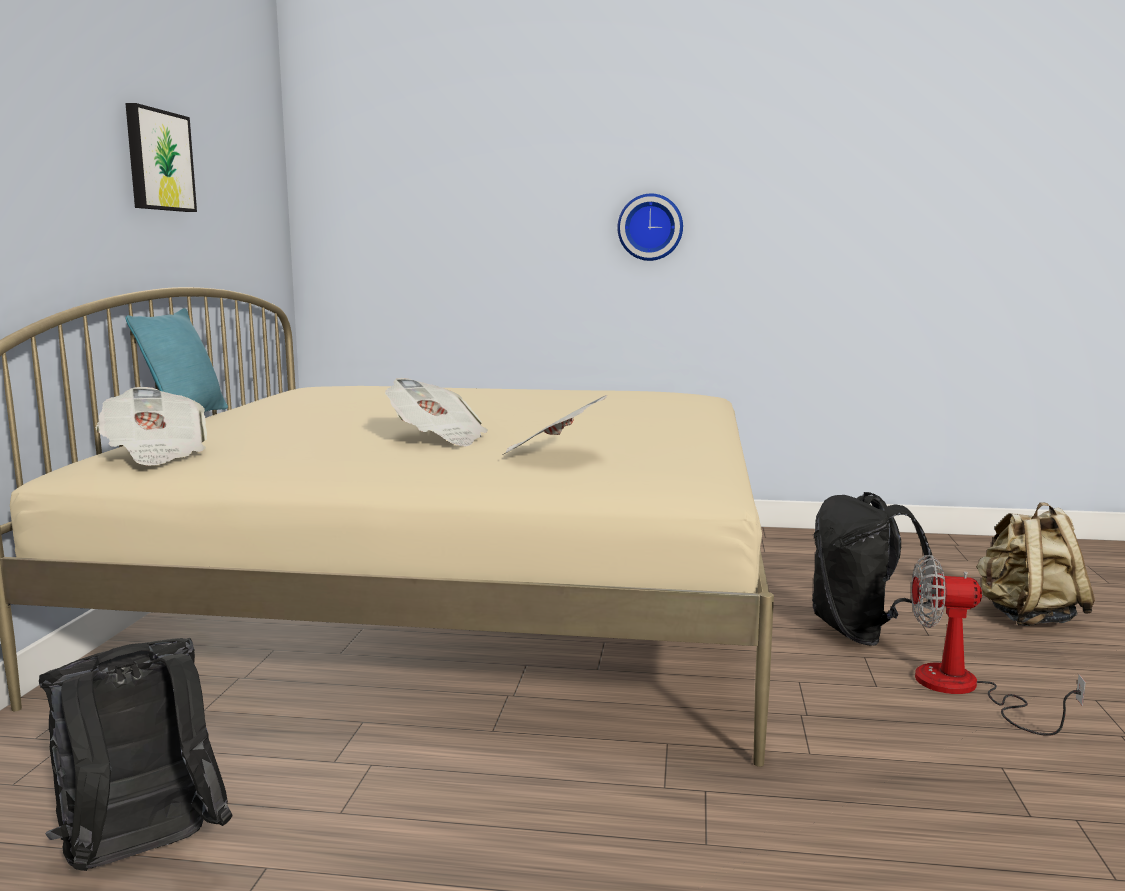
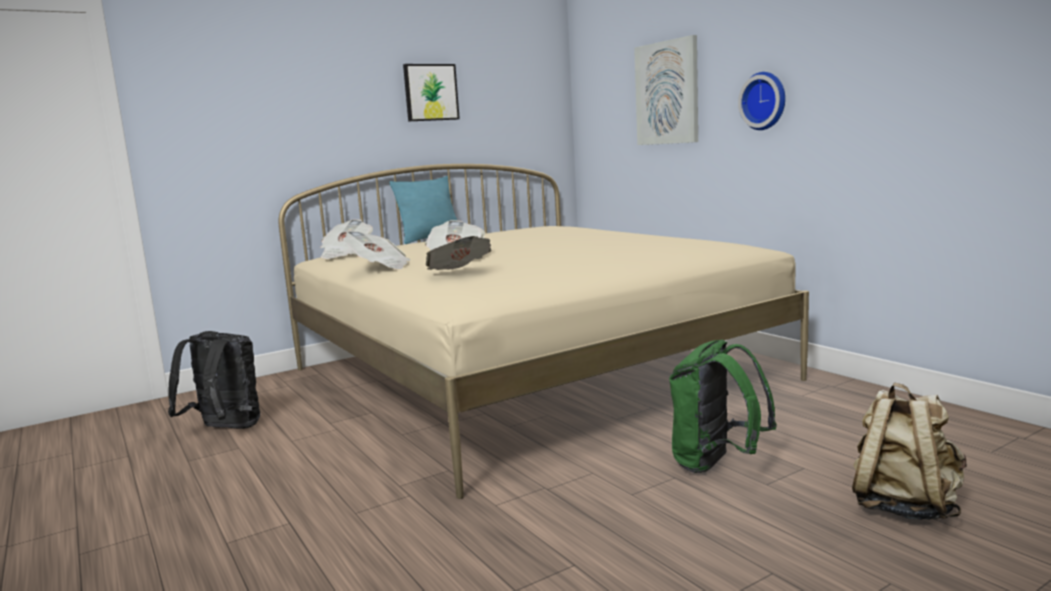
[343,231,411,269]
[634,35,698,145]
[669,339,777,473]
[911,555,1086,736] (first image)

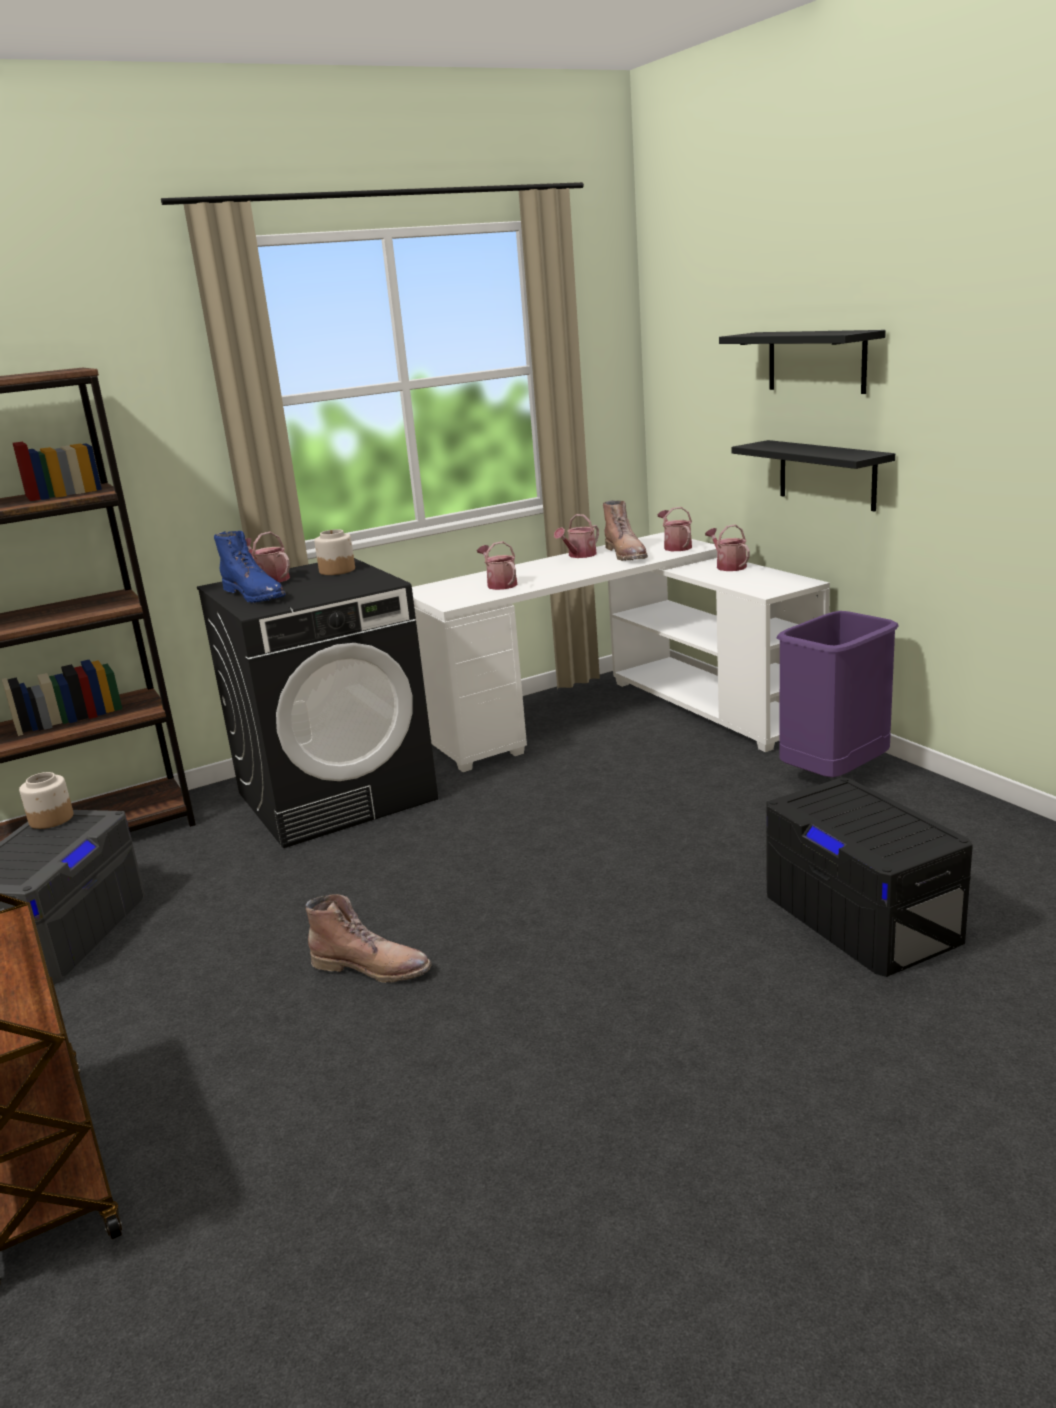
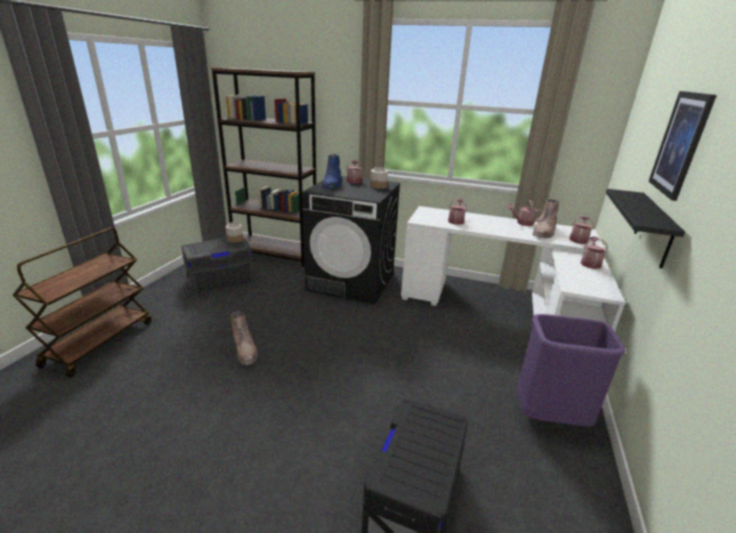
[648,91,717,201]

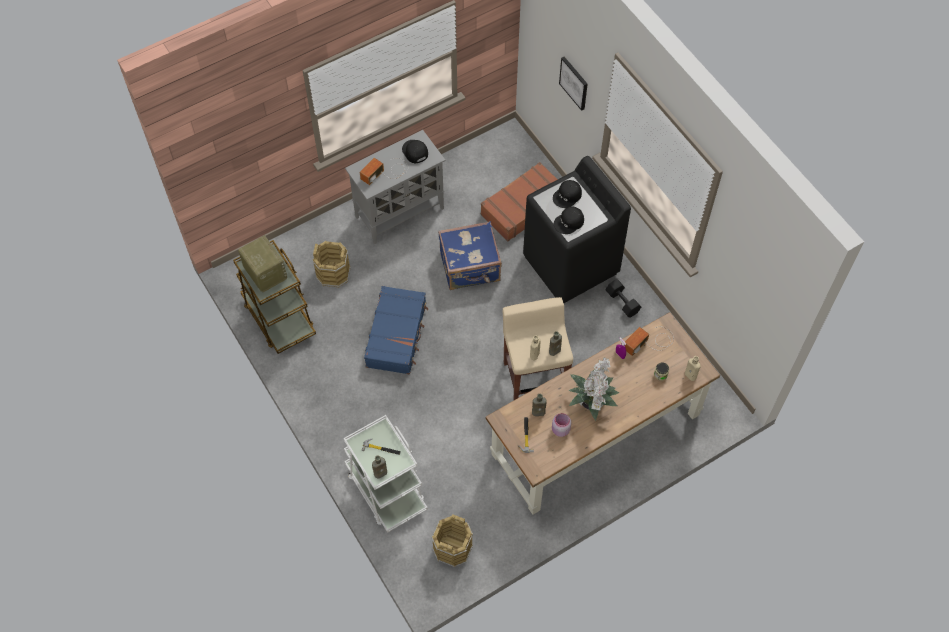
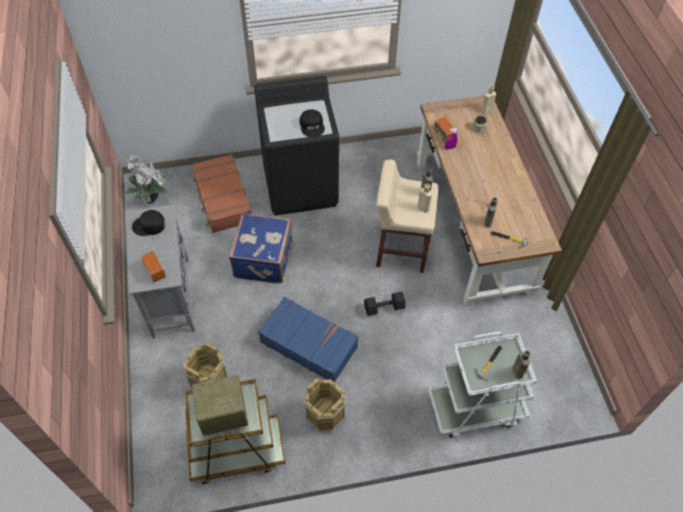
[121,156,169,206]
[304,378,346,432]
[364,292,406,316]
[552,413,571,437] (first image)
[553,180,582,208] (first image)
[559,57,588,111] (first image)

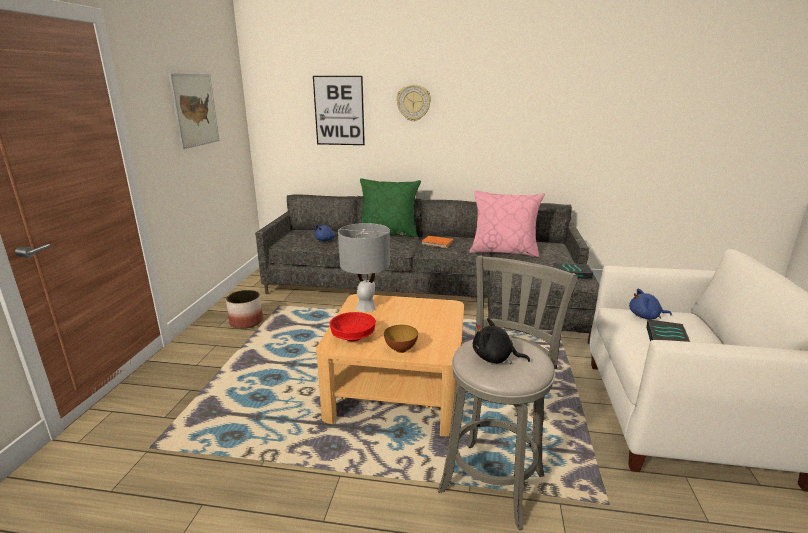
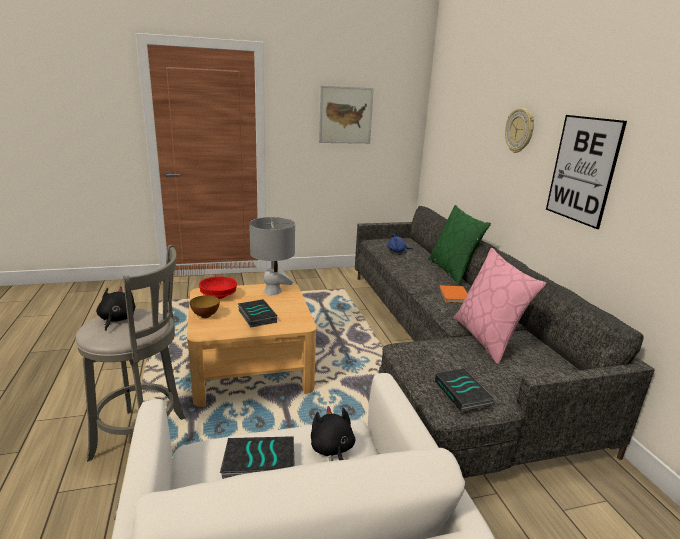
[238,299,277,327]
[311,406,355,461]
[546,115,627,229]
[226,290,263,329] (first image)

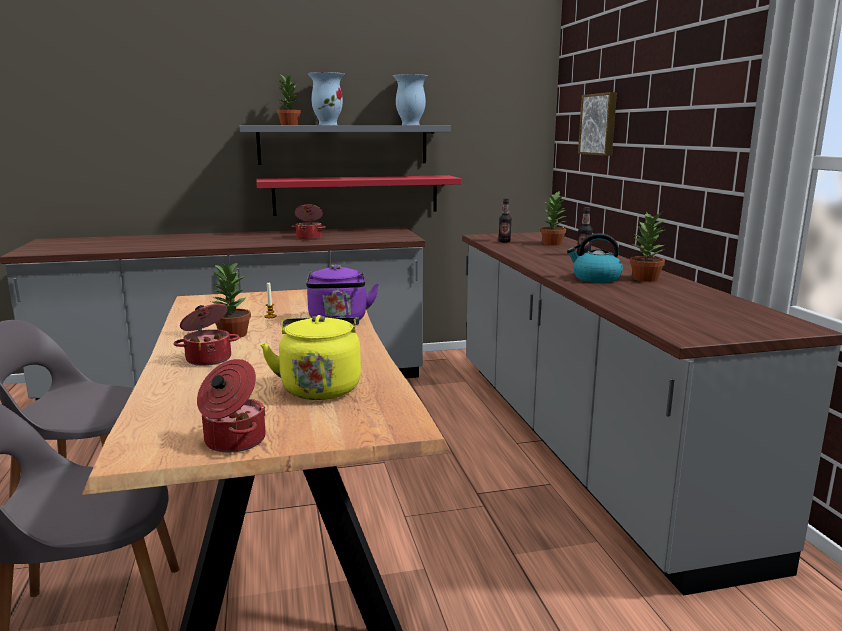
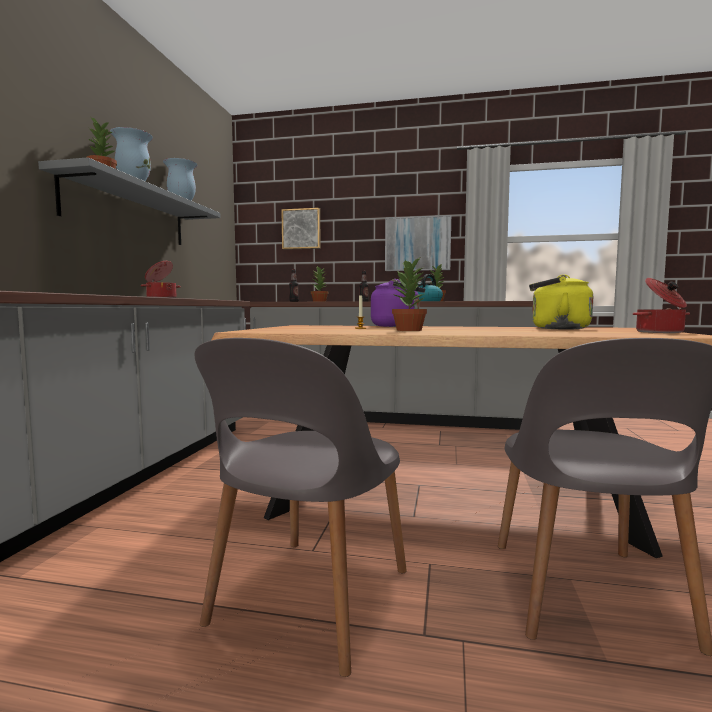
[385,215,451,271]
[174,304,240,366] (first image)
[256,175,461,216] (first image)

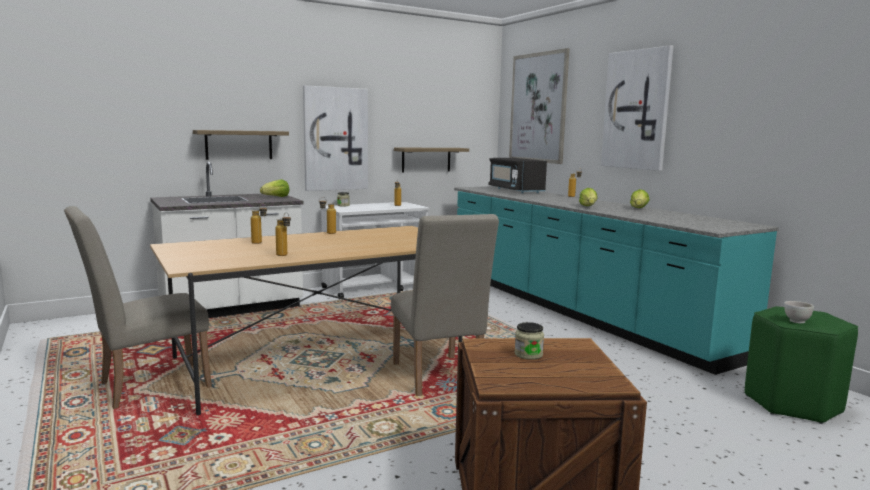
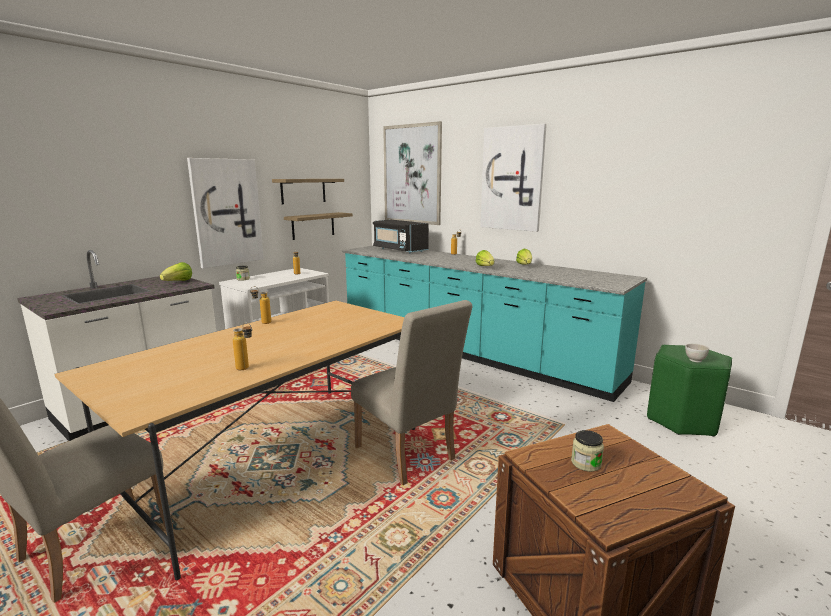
[272,179,344,204]
[251,204,267,244] (first image)

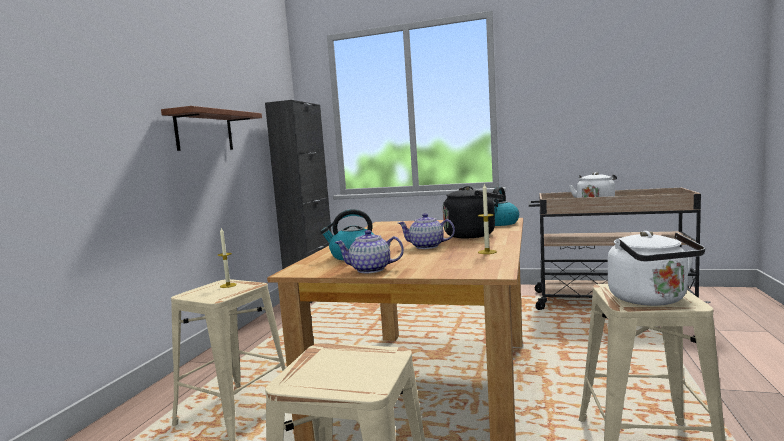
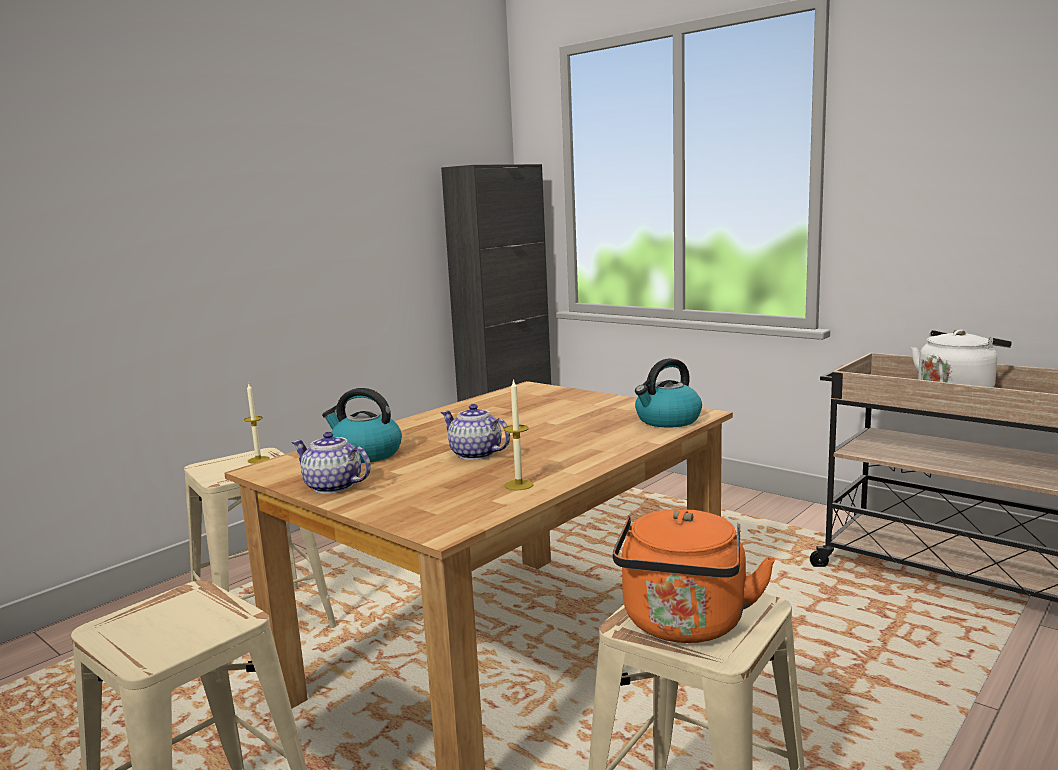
[612,509,775,643]
[161,106,262,151] (first image)
[443,186,503,238] (first image)

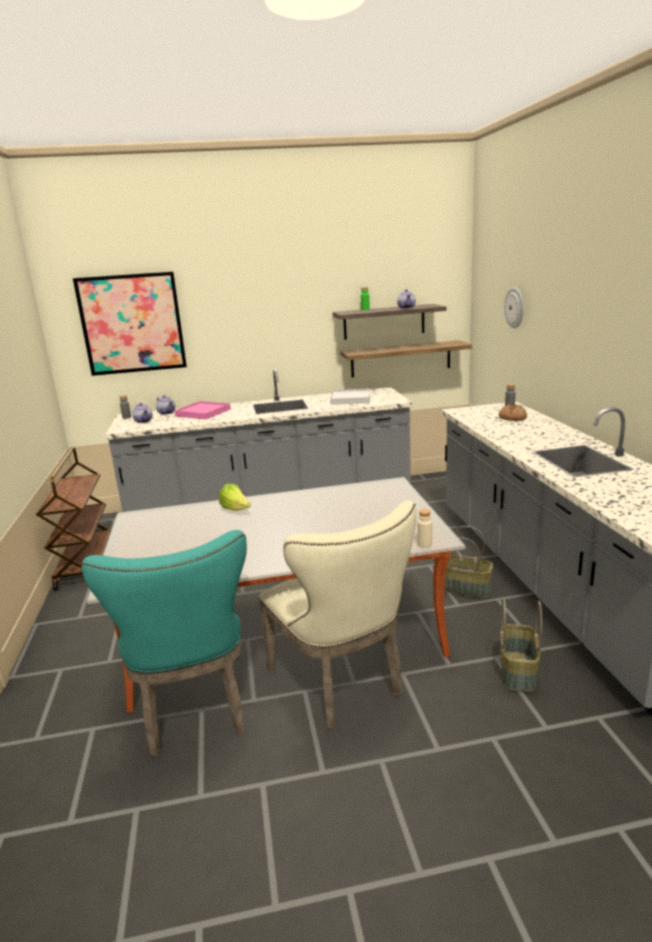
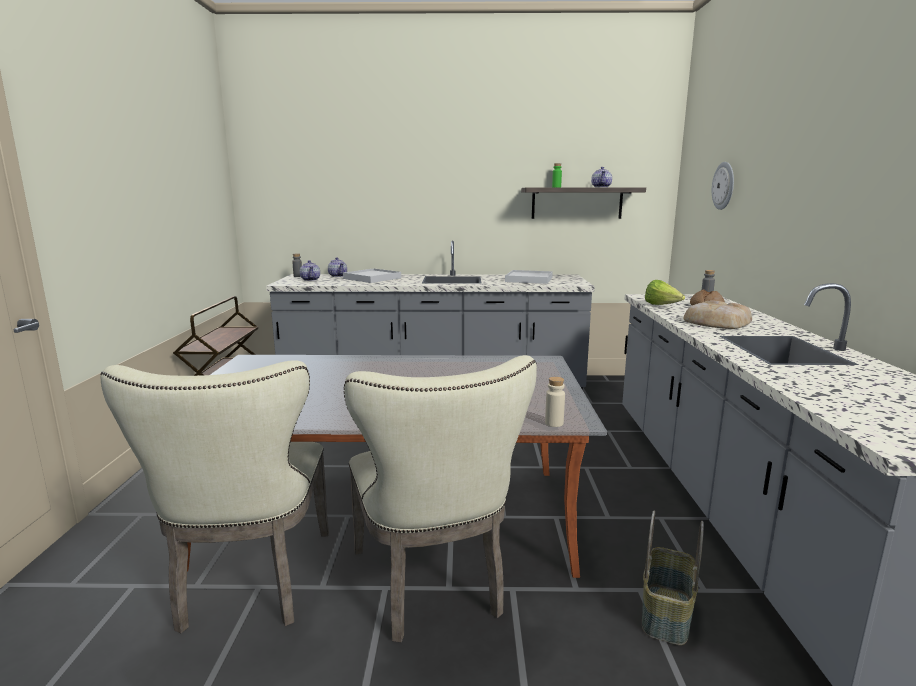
[101,360,329,633]
[343,268,401,283]
[645,280,685,305]
[683,301,752,329]
[73,271,187,376] (first image)
[340,340,472,377] (first image)
[444,526,493,598] (first image)

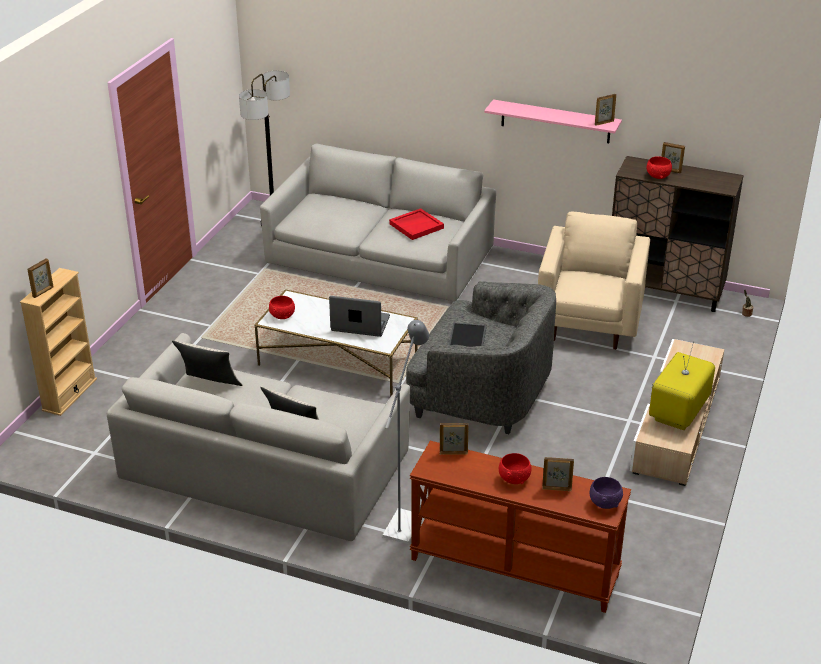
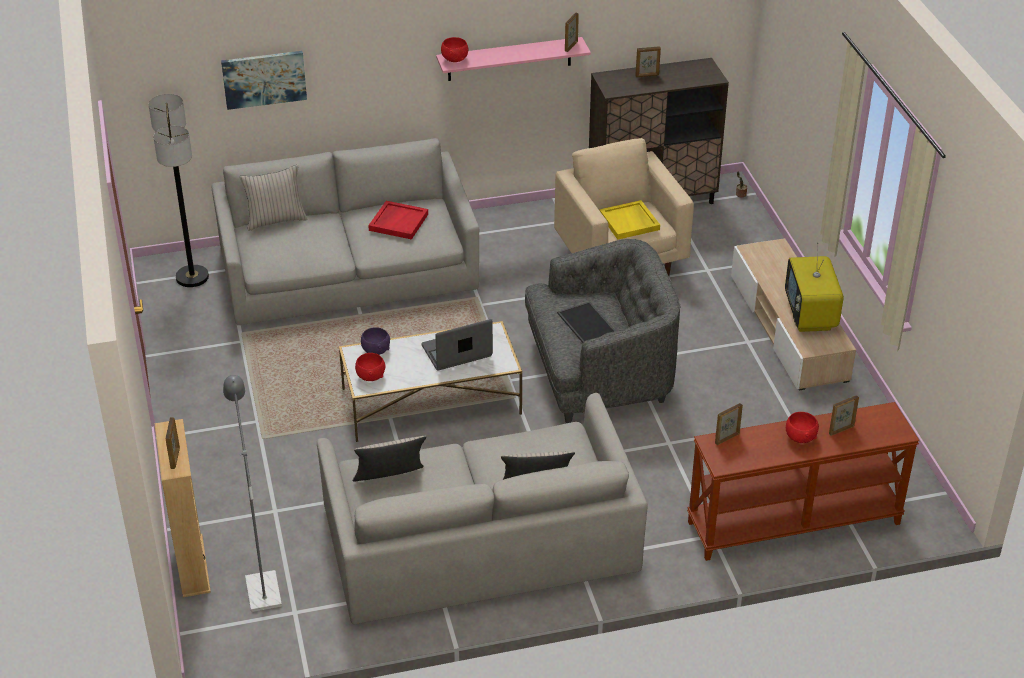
[221,51,307,110]
[223,375,282,612]
[239,165,308,231]
[361,327,390,355]
[441,37,468,62]
[599,200,660,240]

